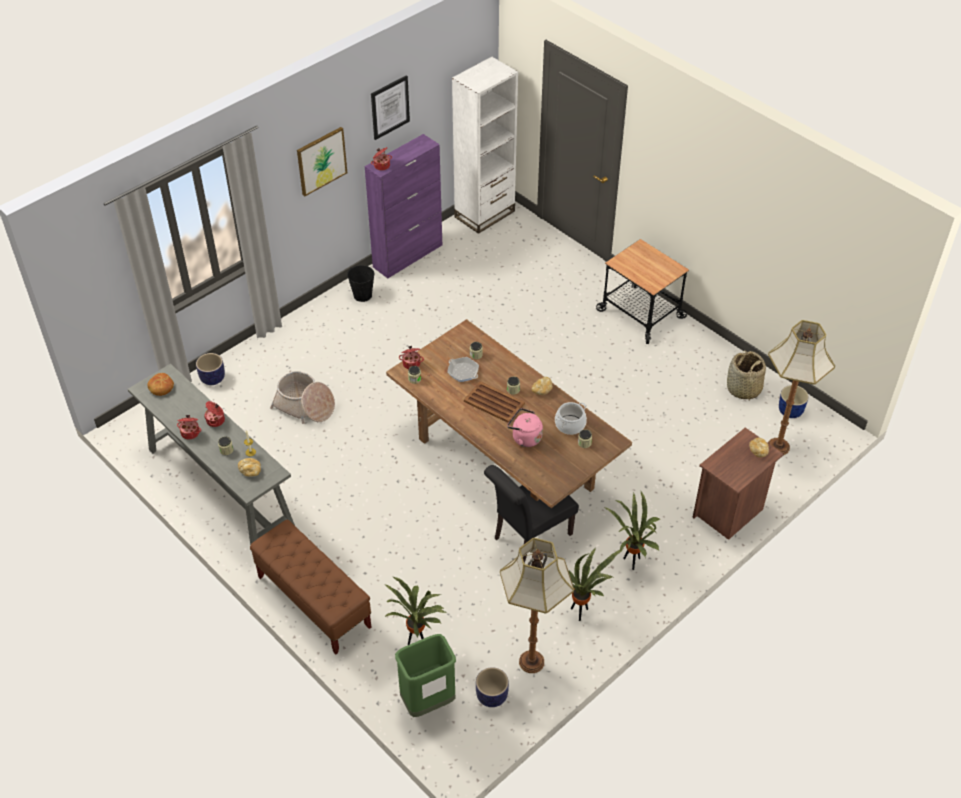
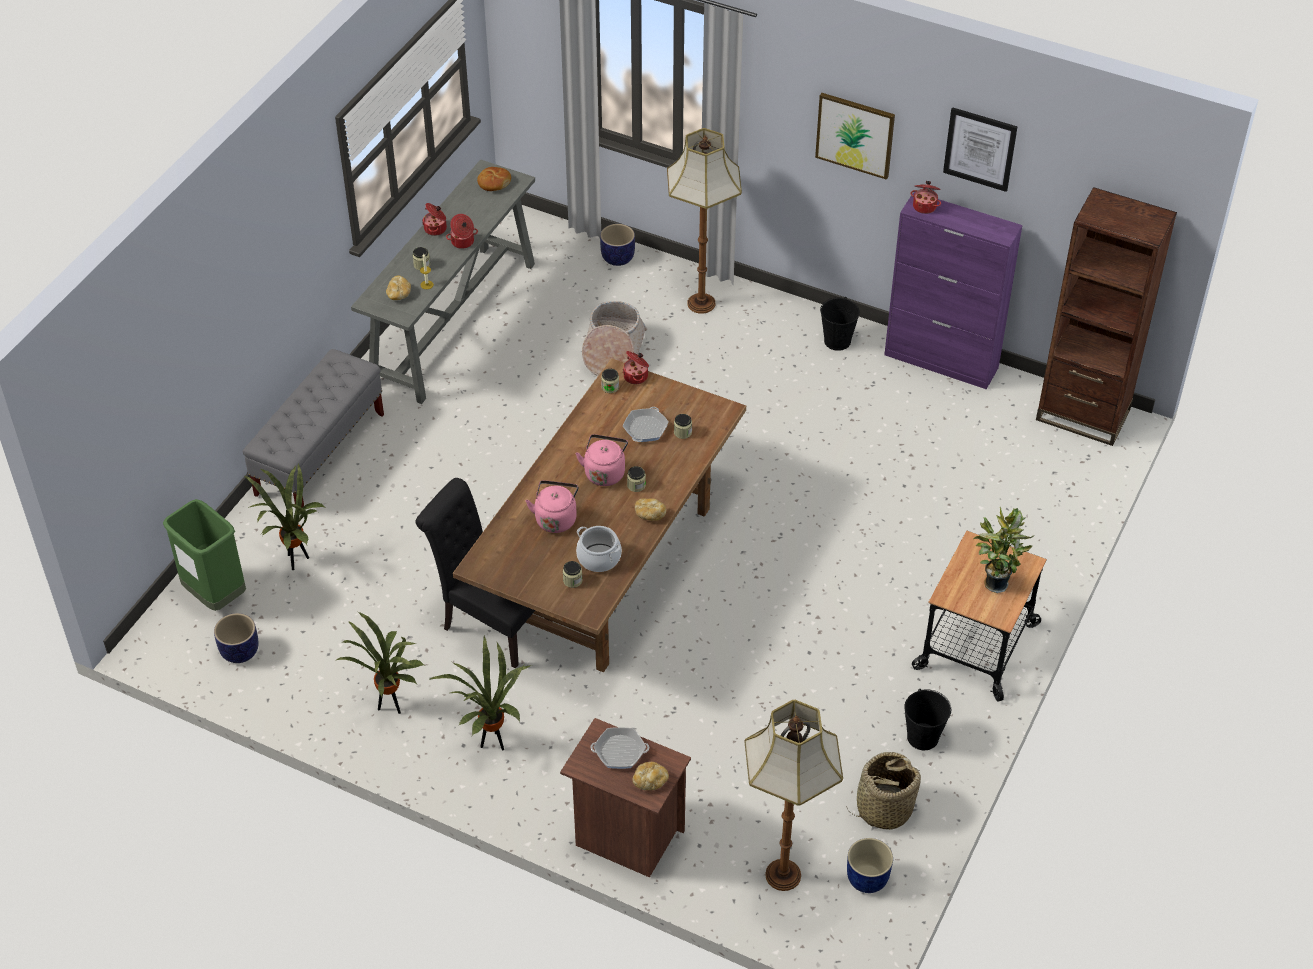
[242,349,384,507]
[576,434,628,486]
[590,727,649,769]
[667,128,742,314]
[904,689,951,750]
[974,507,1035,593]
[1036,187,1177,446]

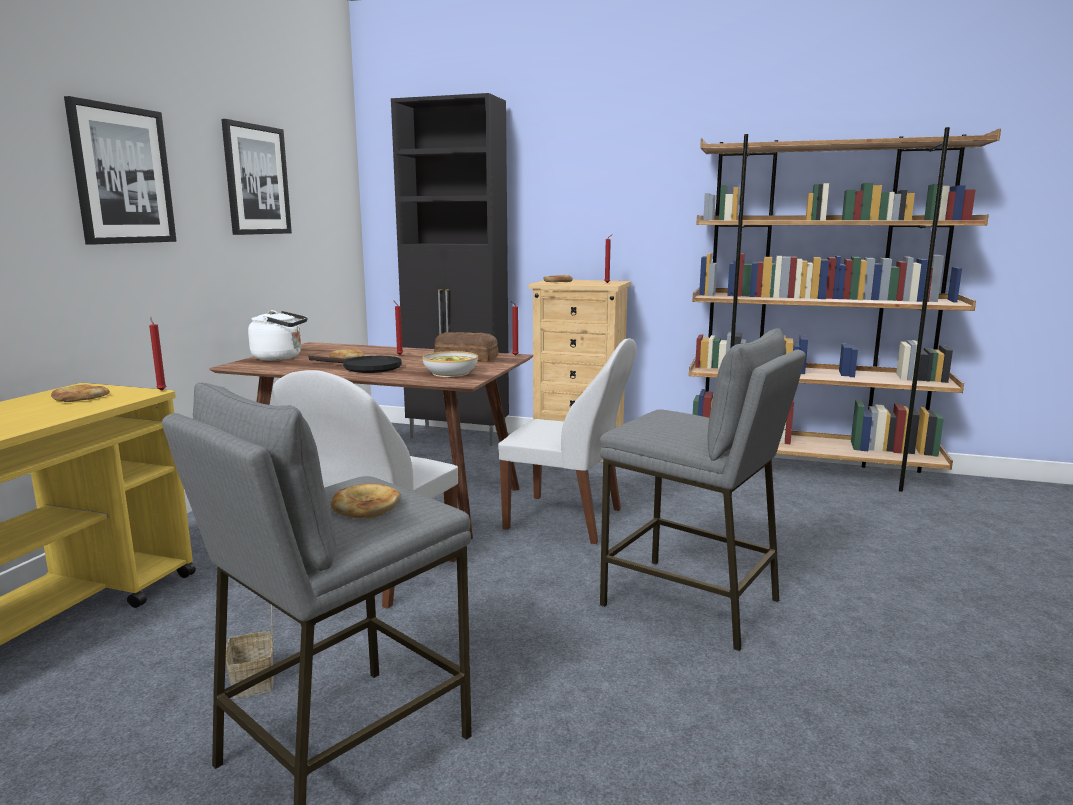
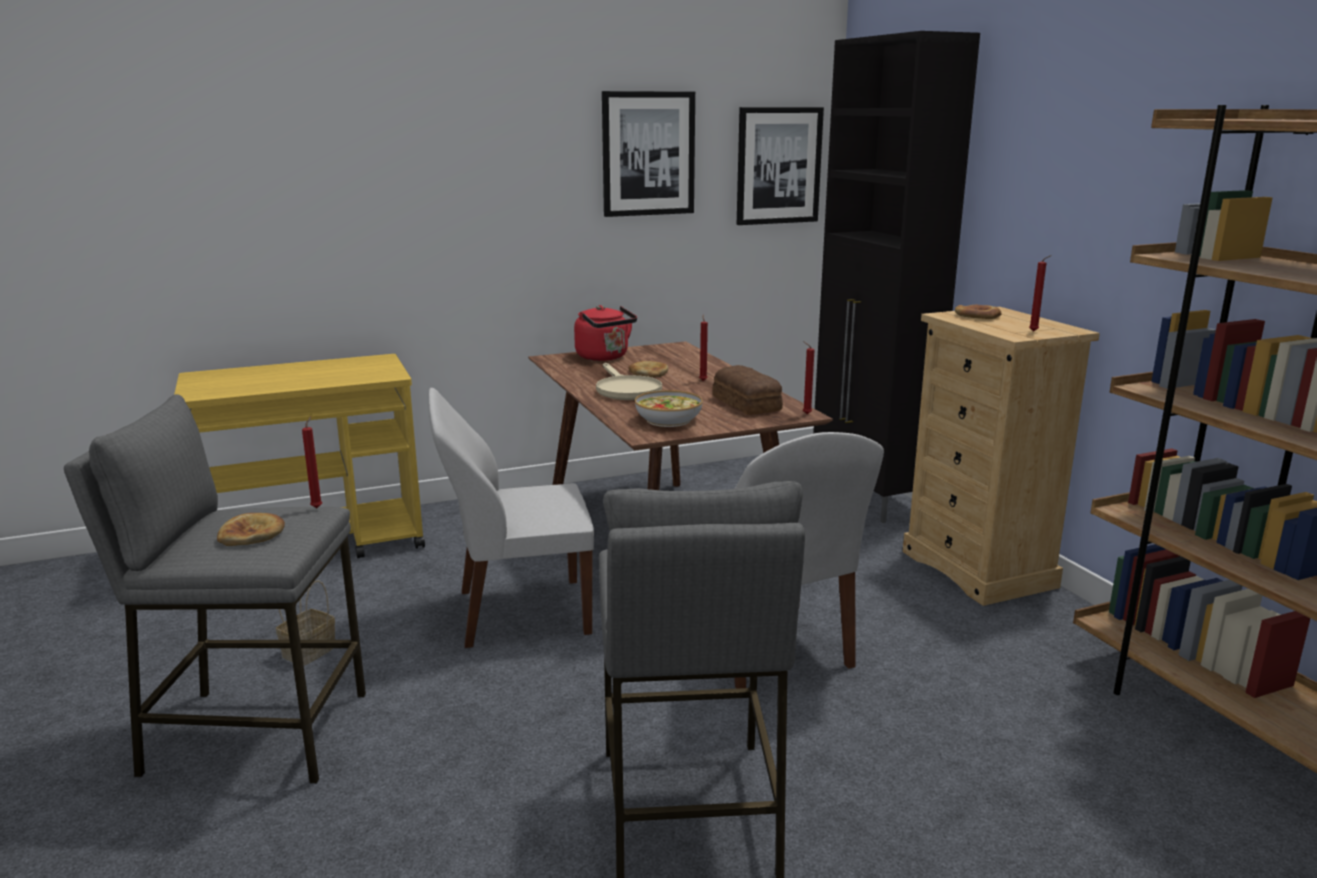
[302,417,322,508]
[574,305,637,361]
[596,363,662,400]
[737,107,824,225]
[51,384,110,402] (first image)

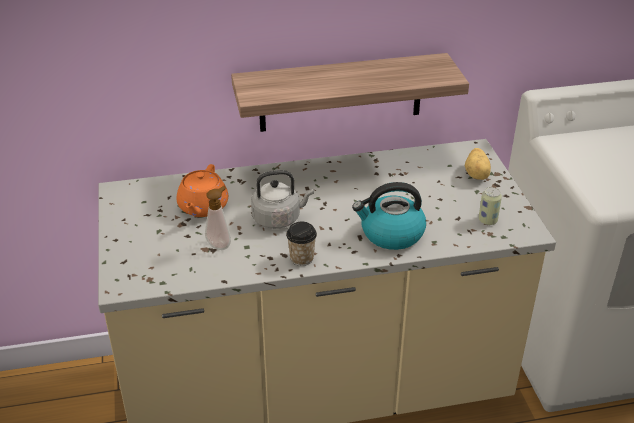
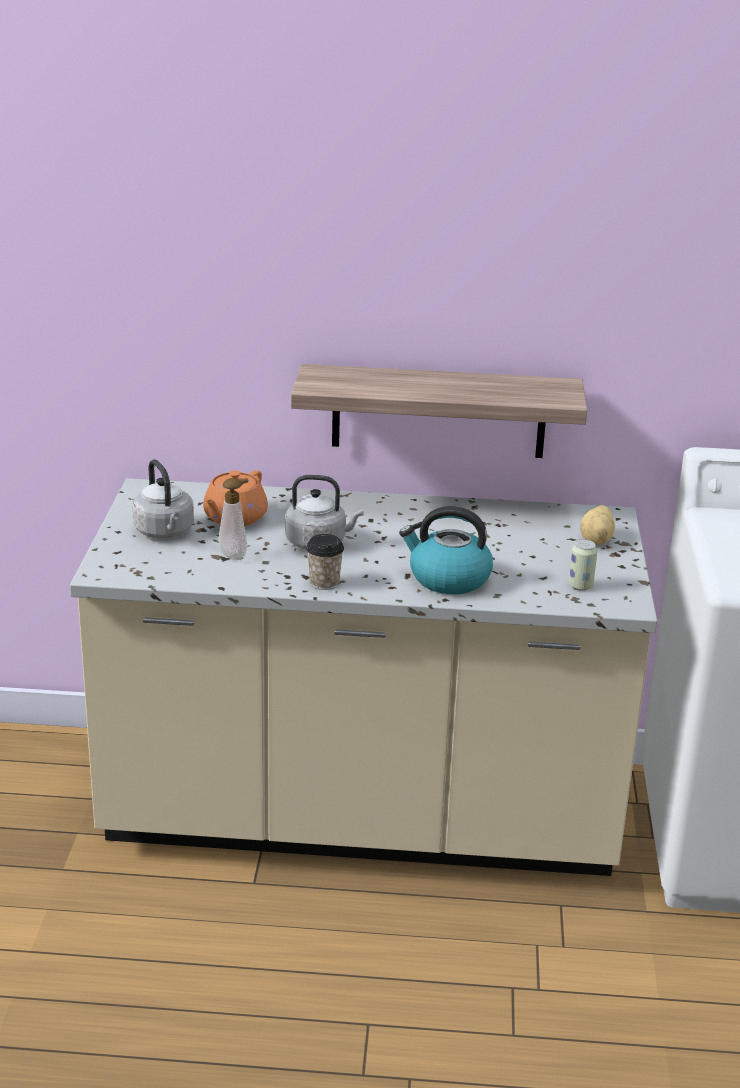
[132,459,194,539]

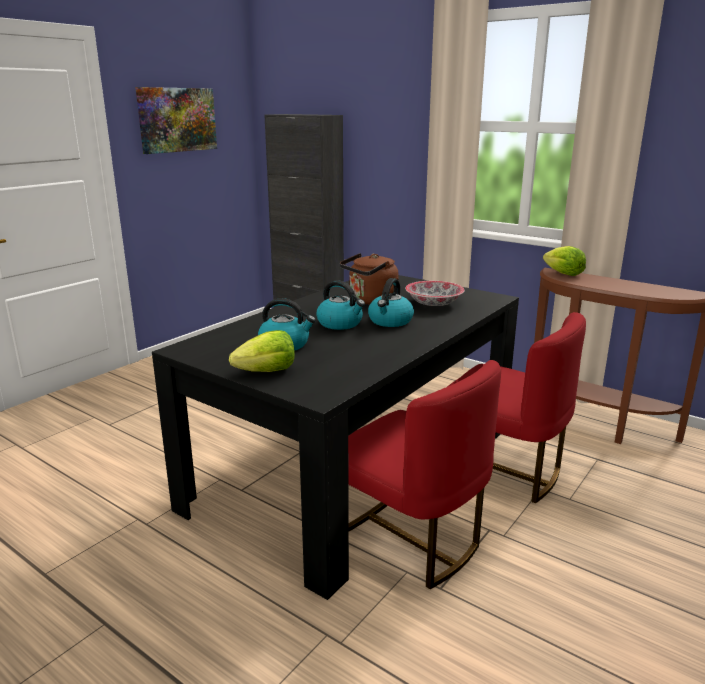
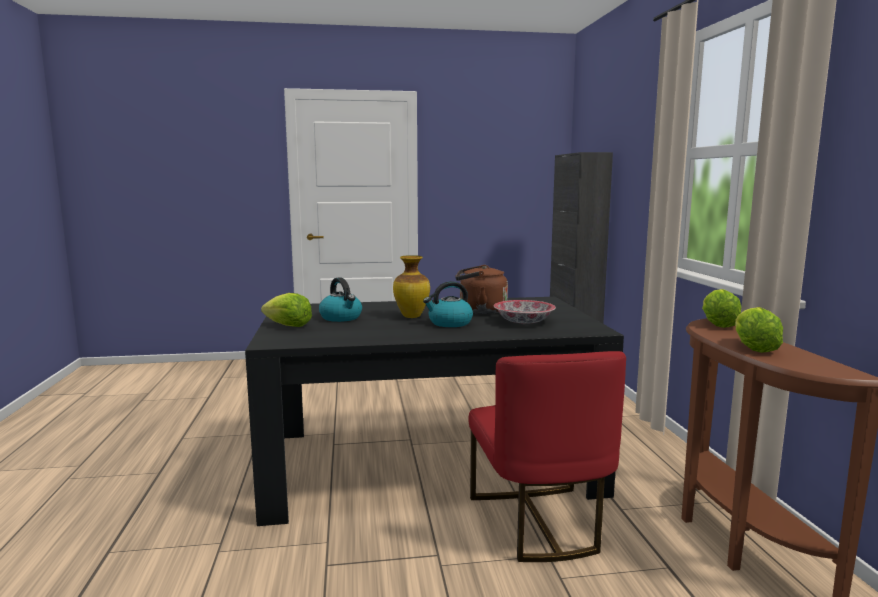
[393,255,430,318]
[735,307,783,353]
[135,87,217,154] (first image)
[348,360,501,589] (first image)

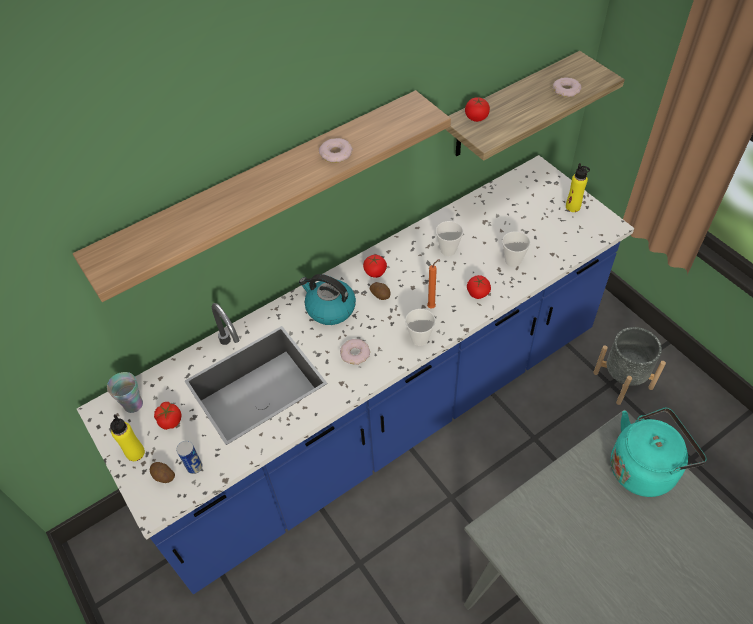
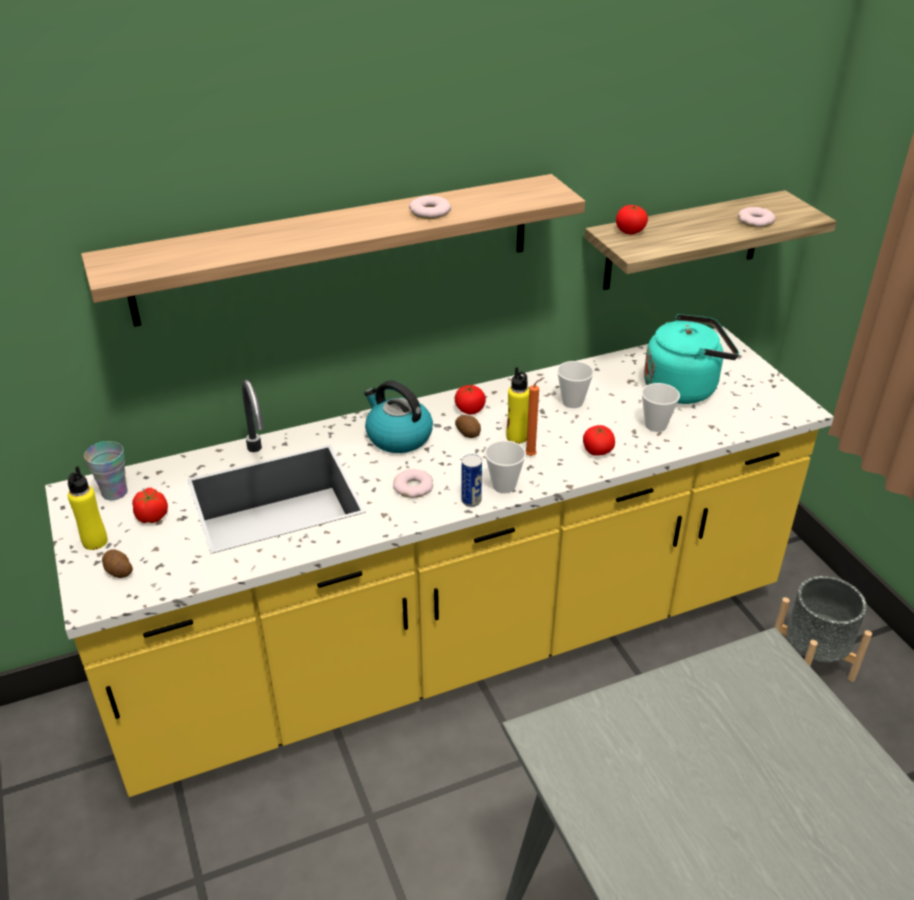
[45,326,834,797]
[462,454,482,507]
[506,367,529,444]
[644,314,739,404]

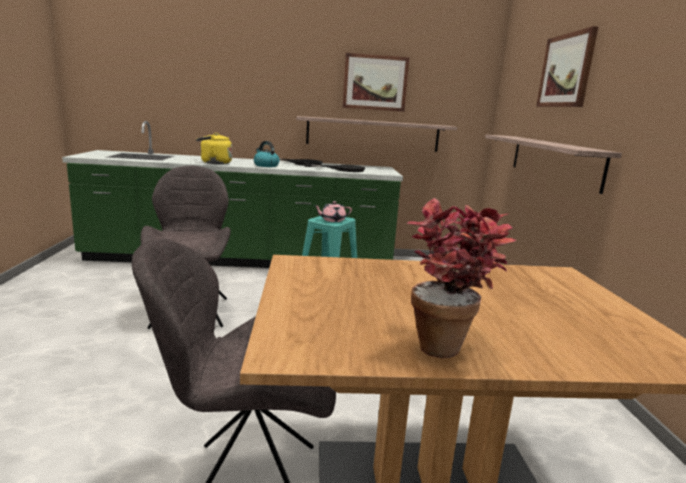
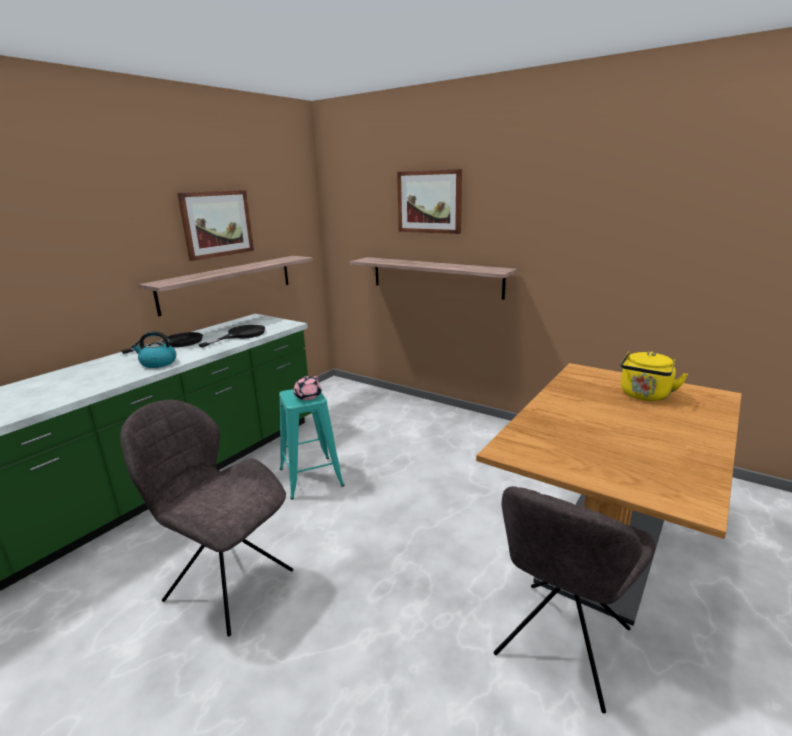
[620,351,688,401]
[406,198,516,358] (first image)

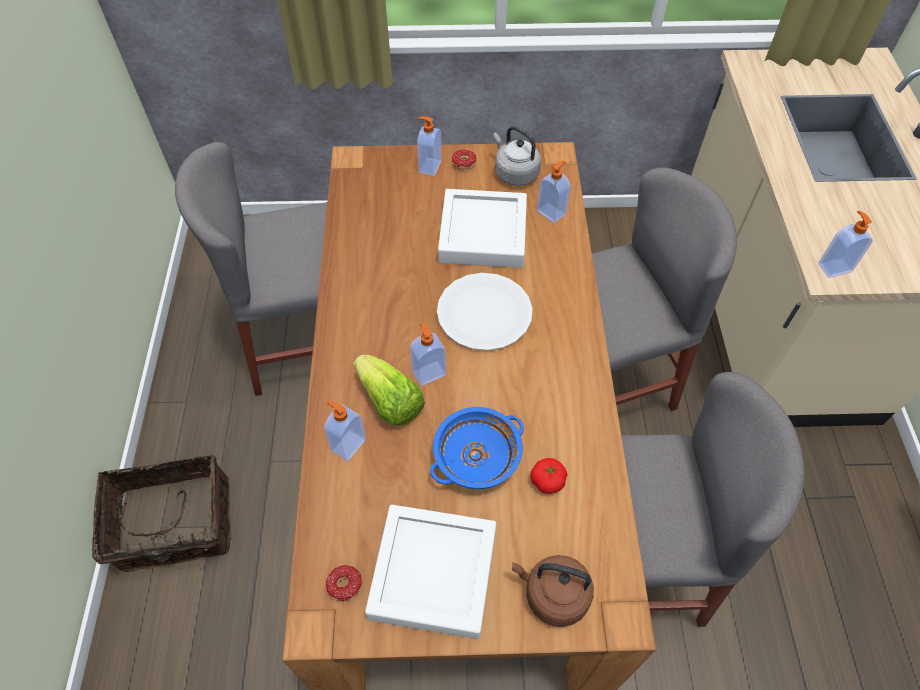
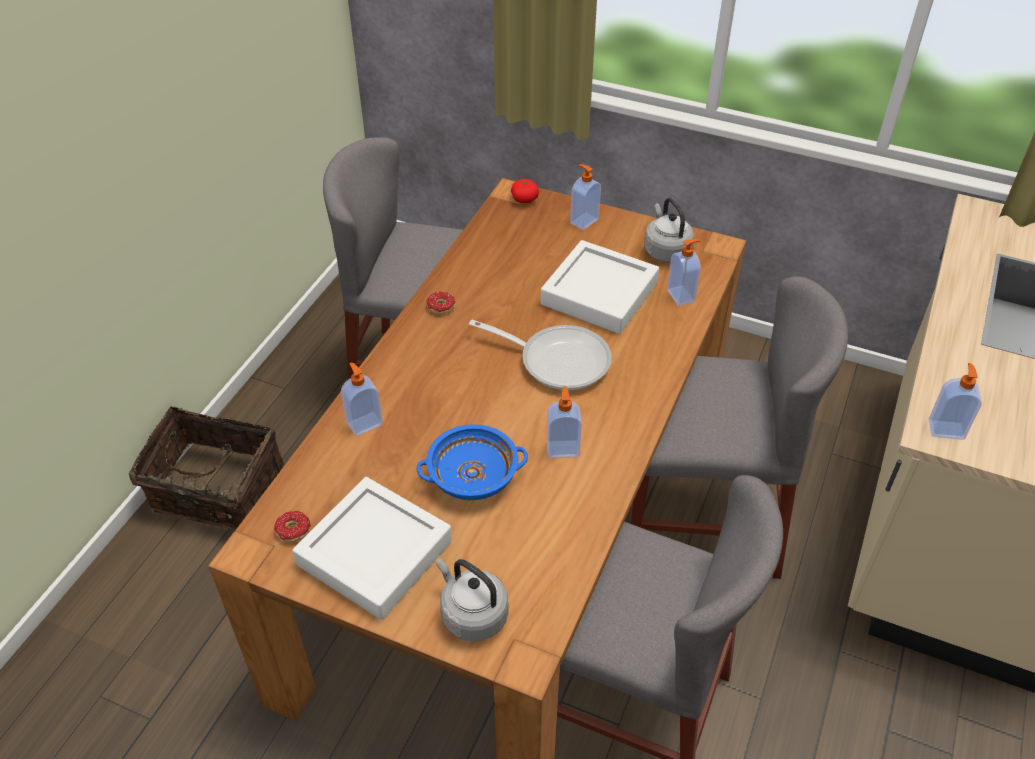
[426,292,455,314]
[436,558,509,642]
[469,320,612,390]
[511,179,539,203]
[547,386,582,458]
[354,355,425,425] (first image)

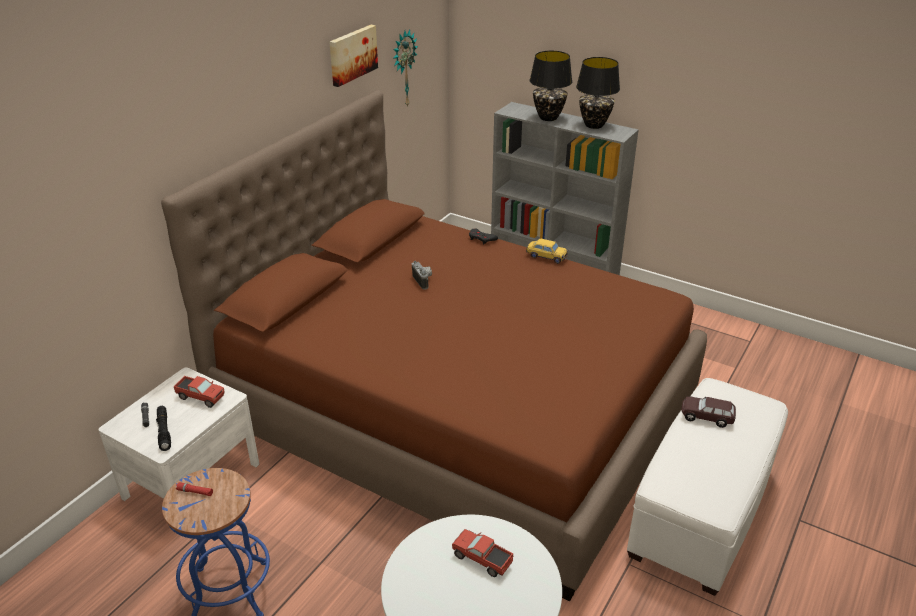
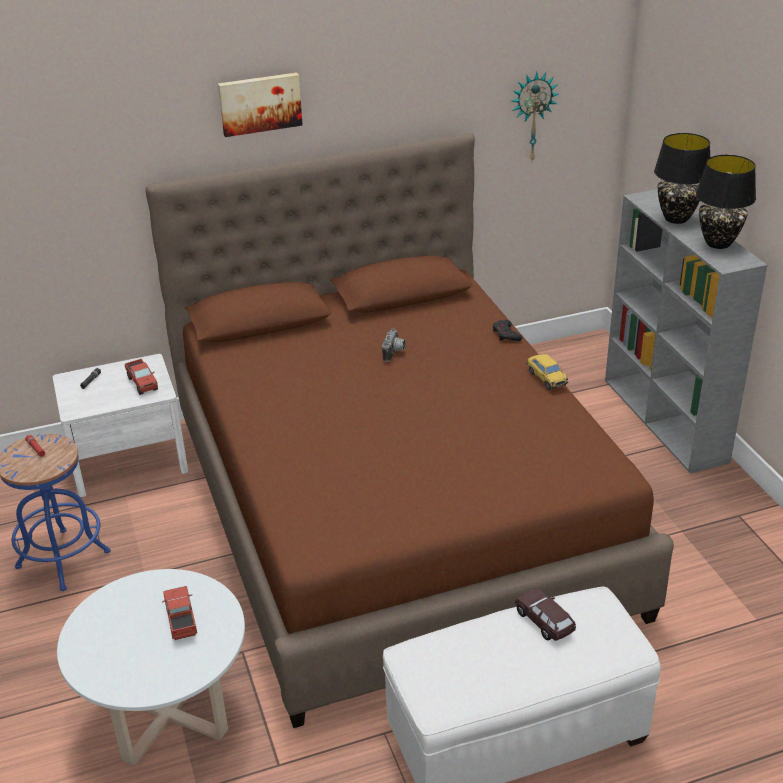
[218,73,303,137]
[156,406,171,451] (first image)

